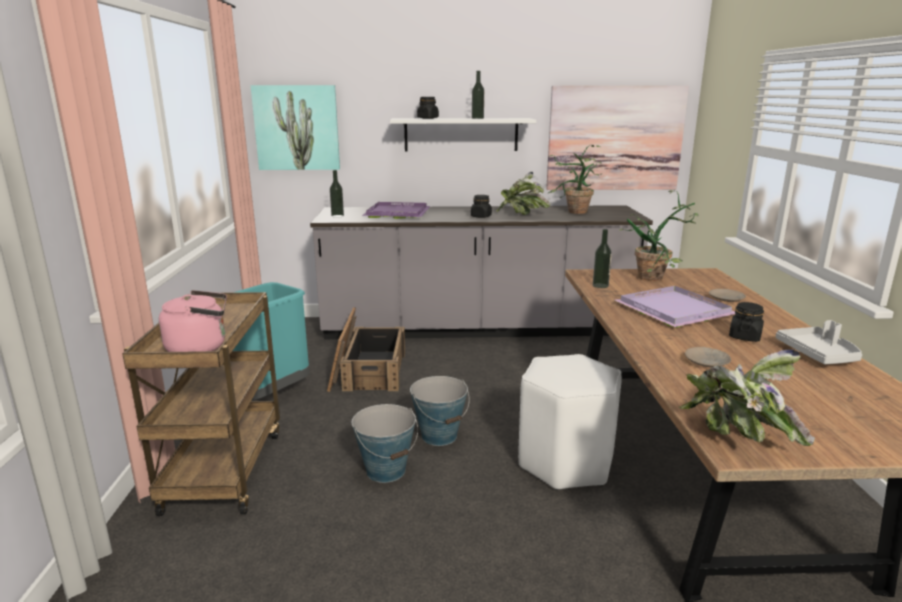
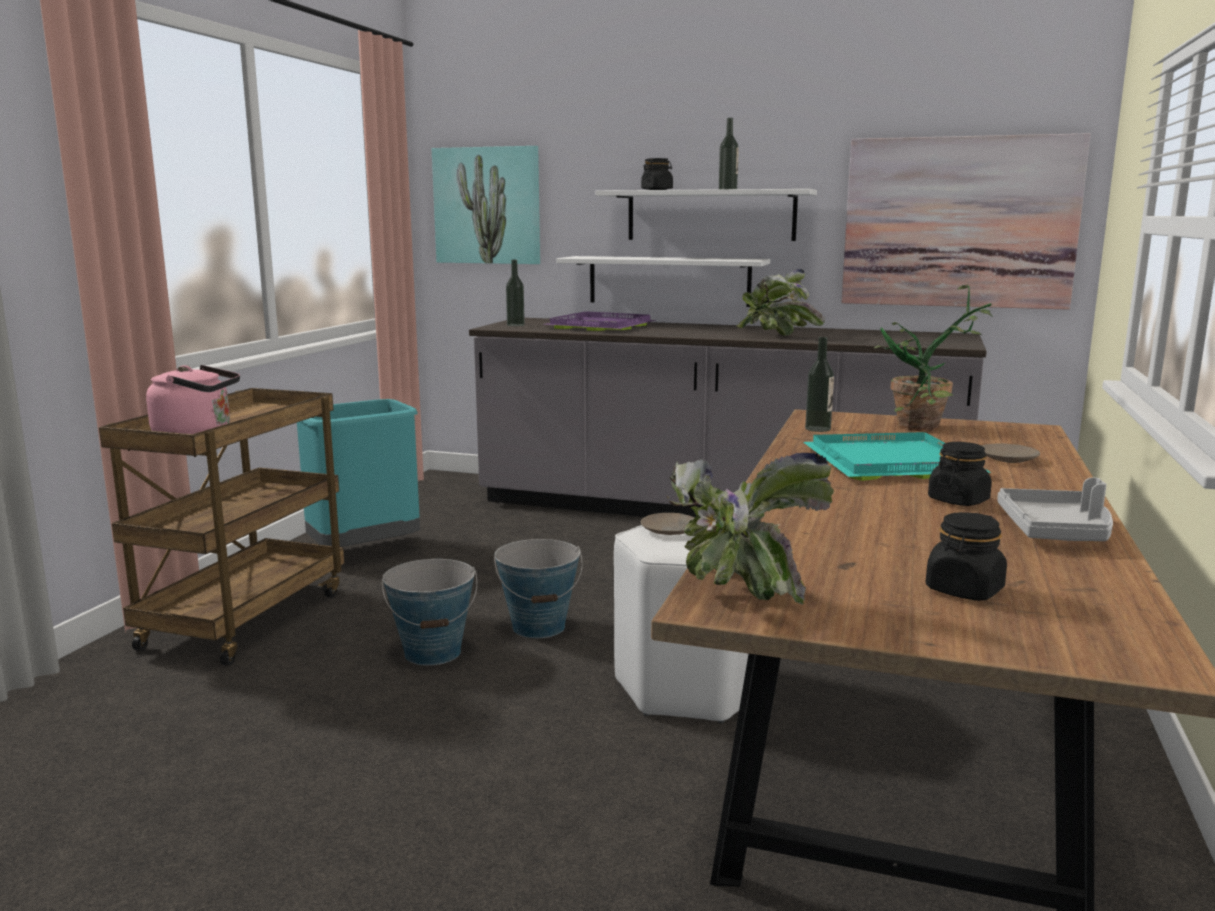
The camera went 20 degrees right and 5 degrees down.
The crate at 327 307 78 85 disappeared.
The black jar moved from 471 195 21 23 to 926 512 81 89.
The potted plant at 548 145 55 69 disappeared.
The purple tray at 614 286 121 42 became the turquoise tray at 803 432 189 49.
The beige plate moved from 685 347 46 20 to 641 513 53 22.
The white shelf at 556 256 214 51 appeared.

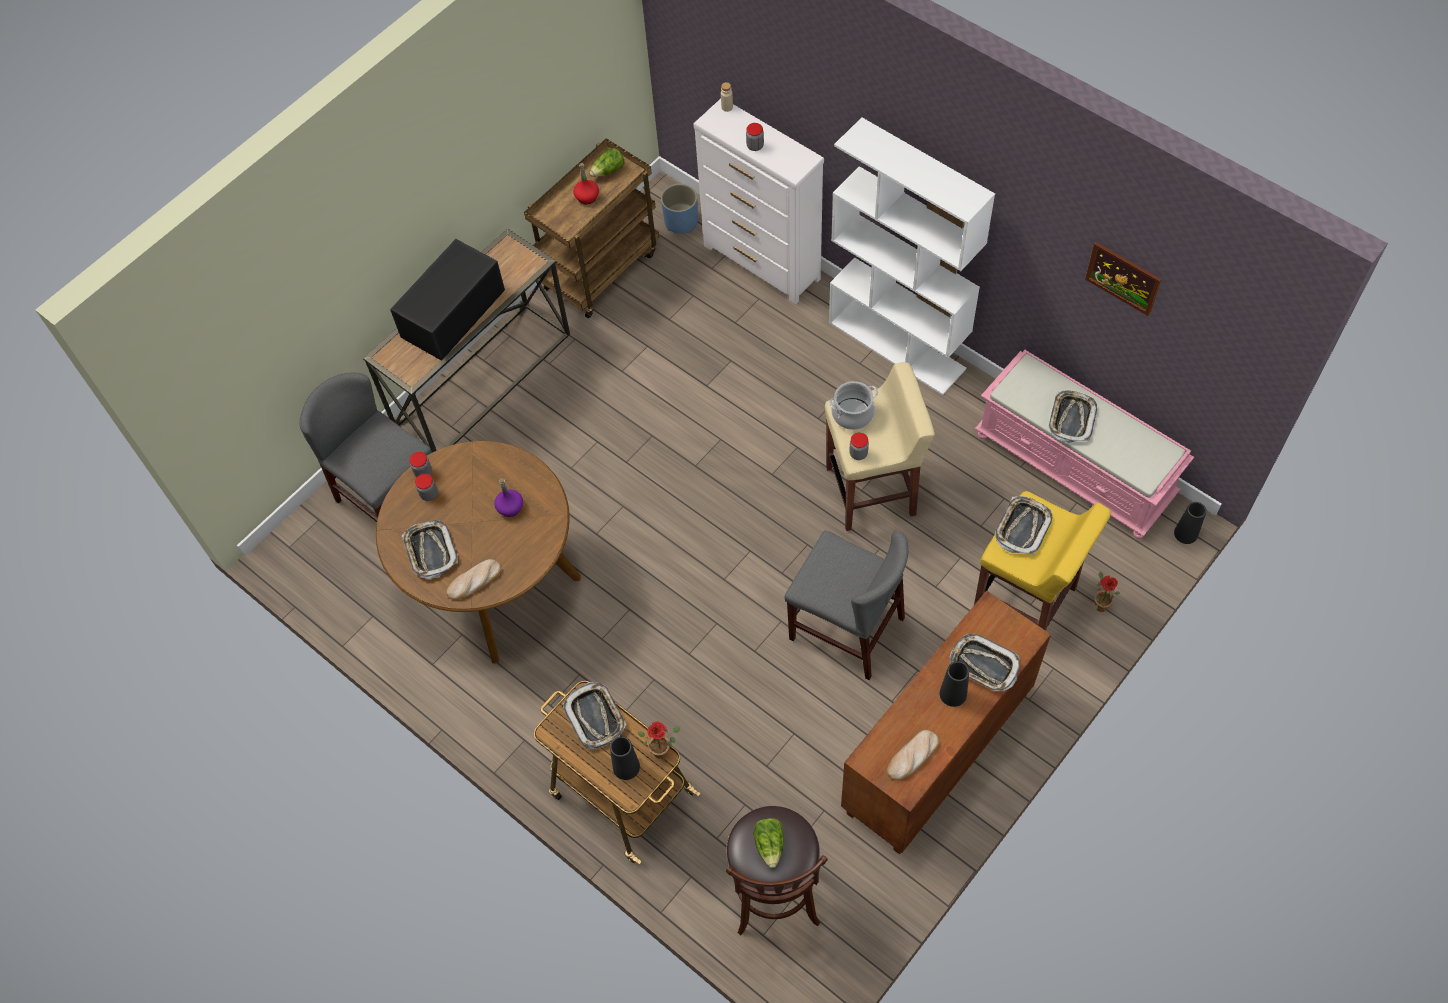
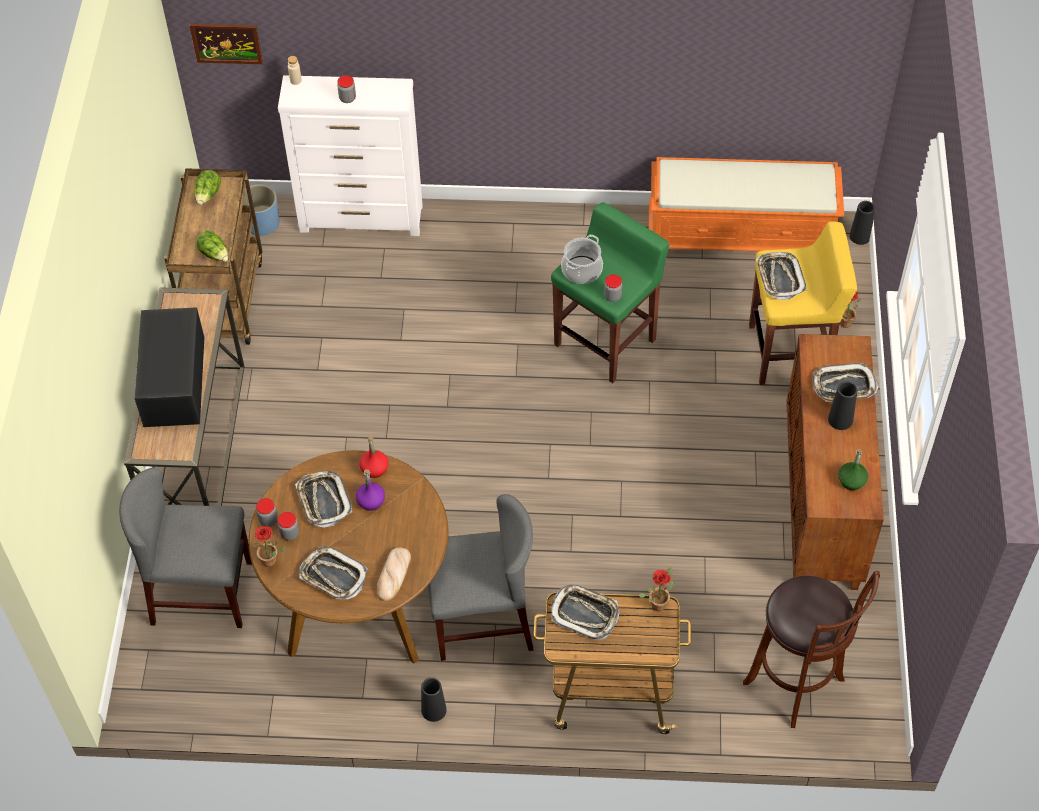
The camera went 40 degrees left and 5 degrees down.
The red bottle moved from 573 163 26 41 to 359 436 29 42.
The black vase moved from 610 736 30 44 to 421 678 26 44.
The lettuce moved from 754 818 30 50 to 196 230 33 32.
The grey chair moved from 785 530 123 150 to 428 494 106 167.
The beige stool at 825 362 110 169 became the green stool at 551 202 118 181.
The white bookcase at 829 117 166 278 disappeared.
The bread at 887 730 52 50 was replaced by the green bottle at 838 449 30 41.
The pink bench at 975 350 219 189 became the orange bench at 649 157 195 94.
The tray moved from 1049 390 48 53 to 295 471 57 57.
The picture moved from 1085 242 76 74 to 189 24 74 40.
The potted plant at 252 526 34 41 appeared.

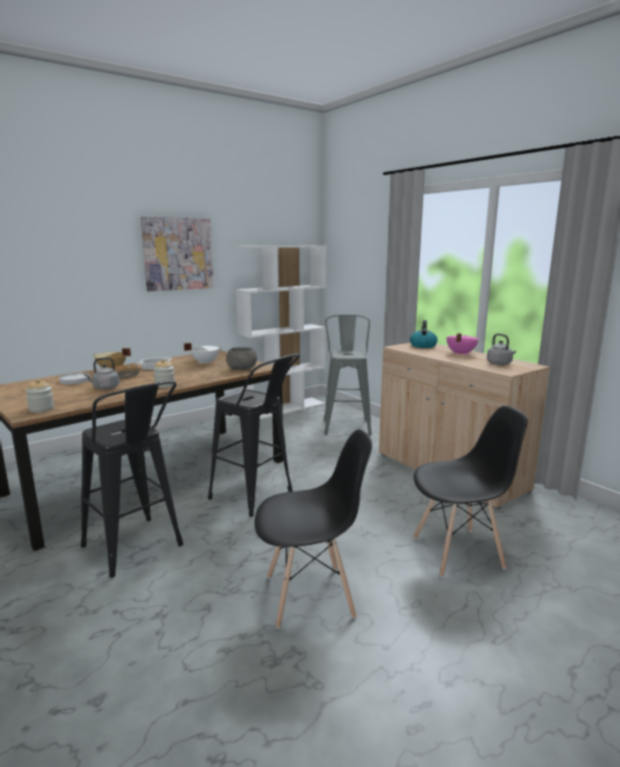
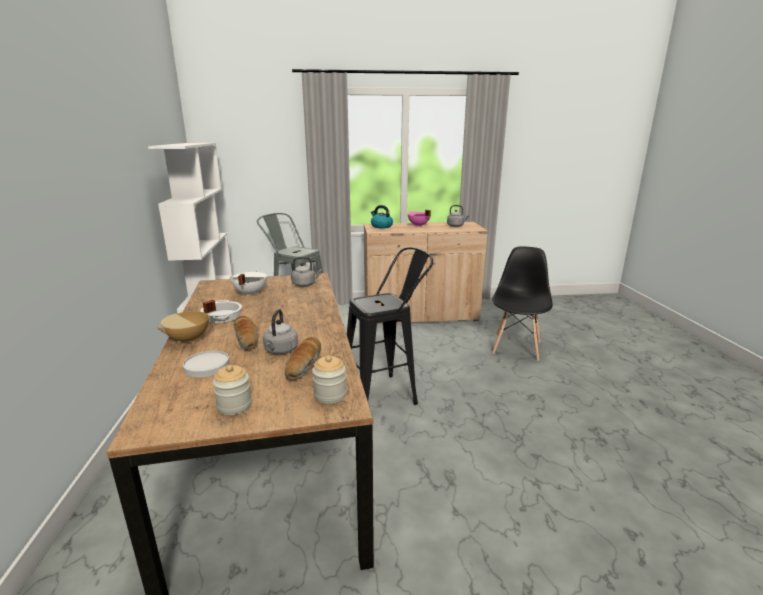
The camera went 60 degrees left and 5 degrees up.
The black stool at 81 381 102 197 disappeared.
The picture at 141 216 73 75 disappeared.
The jar moved from 153 359 22 29 to 213 365 39 50.
The grey bowl at 226 347 31 23 was replaced by the grey kettle at 291 257 31 30.
The black chair at 254 429 118 200 disappeared.
The bread at 285 337 36 43 appeared.

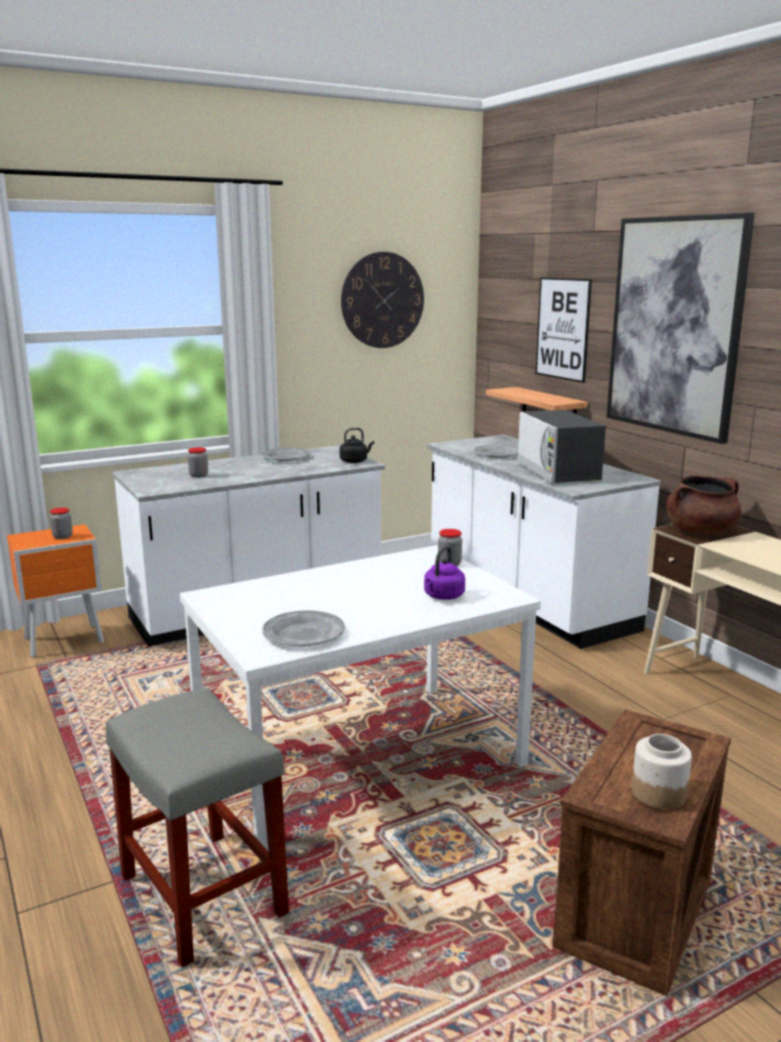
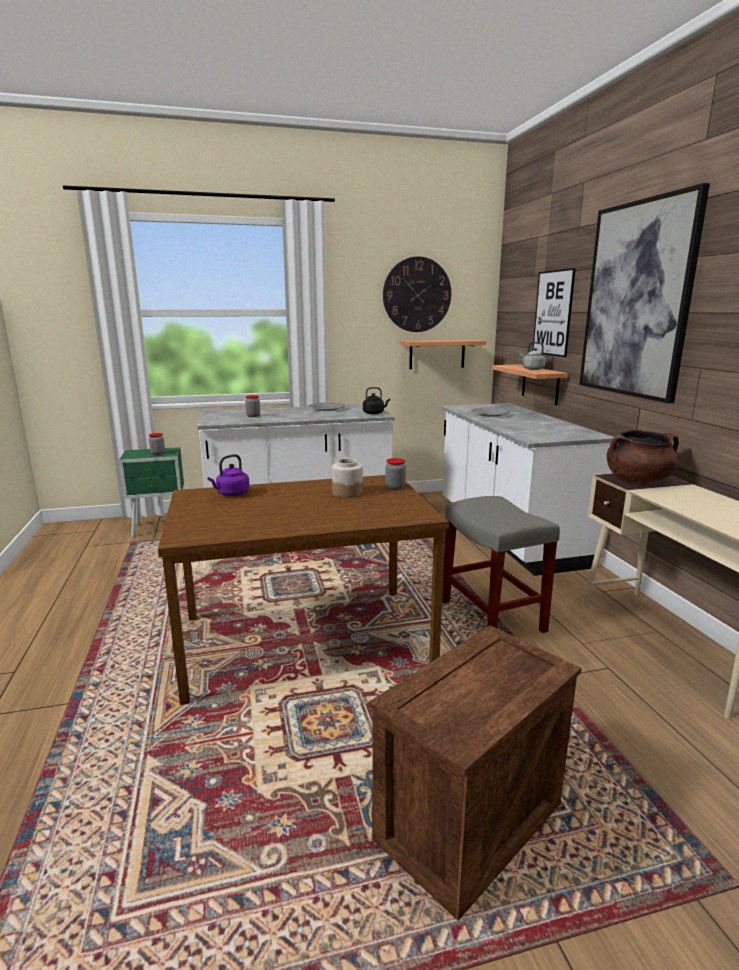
The camera went 15 degrees right and 0 degrees up.
The orange nightstand at 7 524 97 134 became the green nightstand at 119 447 65 90.
The grey stool moved from 106 688 183 280 to 442 496 118 137.
The white dining table at 180 545 361 306 became the brown dining table at 158 475 291 230.
The grey plate at 262 610 83 36 disappeared.
The purple kettle moved from 424 546 41 54 to 207 454 43 42.
The microwave at 517 410 89 73 disappeared.
The jar moved from 632 734 60 75 to 332 459 31 39.
The shelf at 400 340 86 29 appeared.
The grey kettle at 520 342 26 28 appeared.

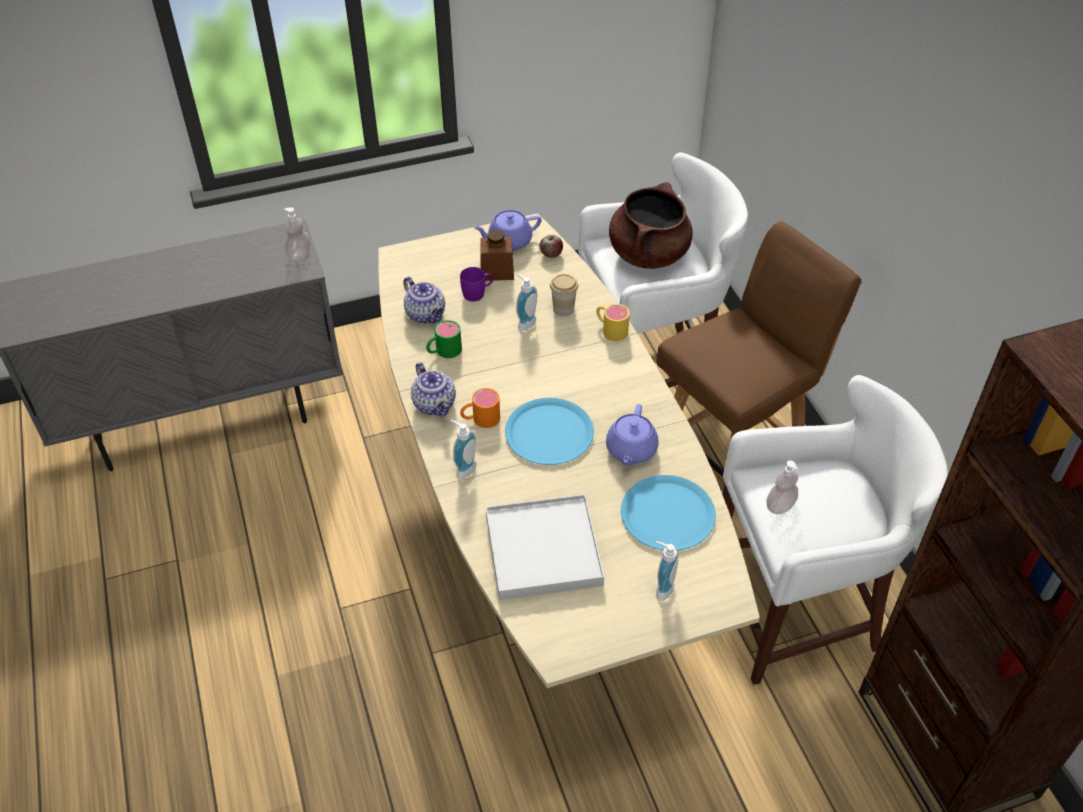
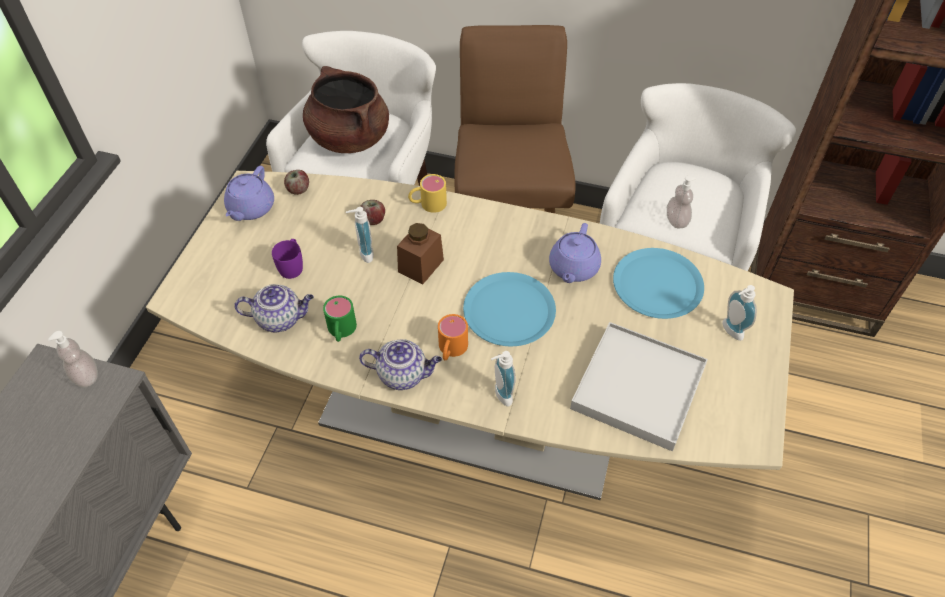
The camera went 55 degrees left and 5 degrees up.
The brown jar moved from 480 230 34 51 to 397 223 47 62.
The cup at 550 274 28 43 was replaced by the apple at 360 200 25 25.
The purple teapot at 606 404 53 62 turned 60 degrees clockwise.

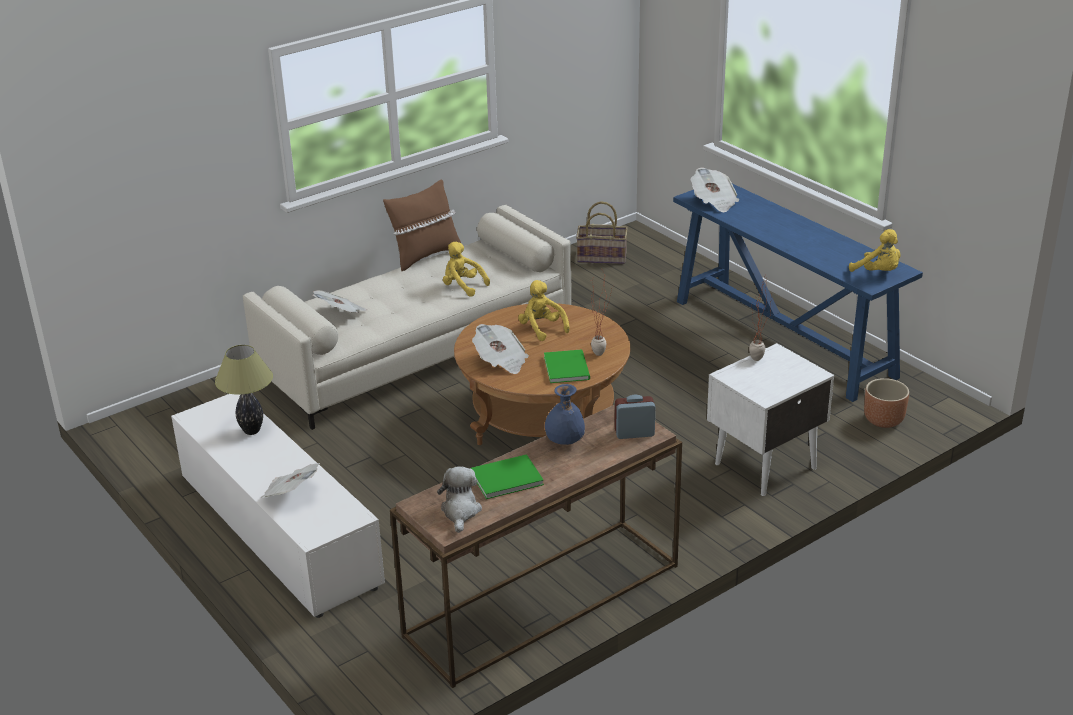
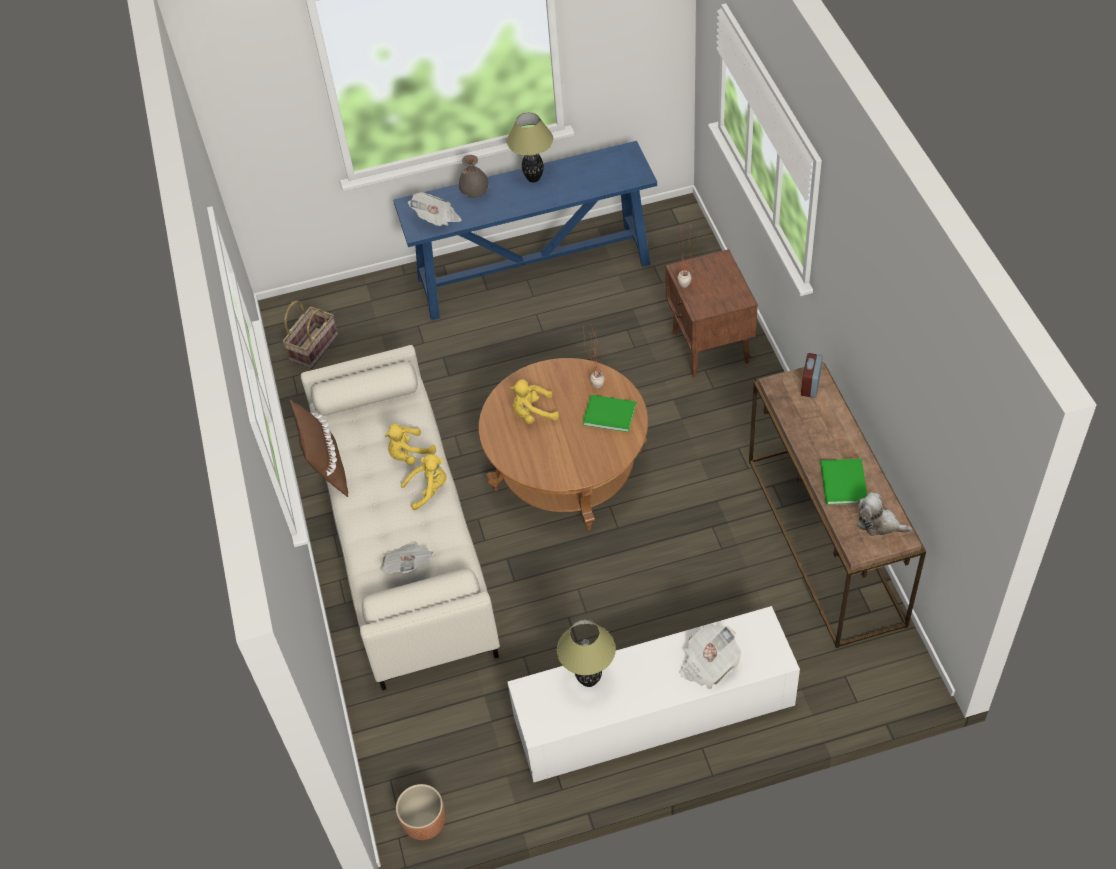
The camera went 65 degrees left and 20 degrees up.
The newspaper at 472 324 57 50 disappeared.
The blue vase at 545 384 40 61 disappeared.
The white nightstand at 707 343 127 153 became the brown nightstand at 665 249 93 129.
The yellow plush toy moved from 849 229 51 43 to 401 454 46 56.
The brown planter moved from 864 378 45 50 to 396 784 49 56.
The grey vase at 459 155 30 43 appeared.
The table lamp at 507 112 46 70 appeared.

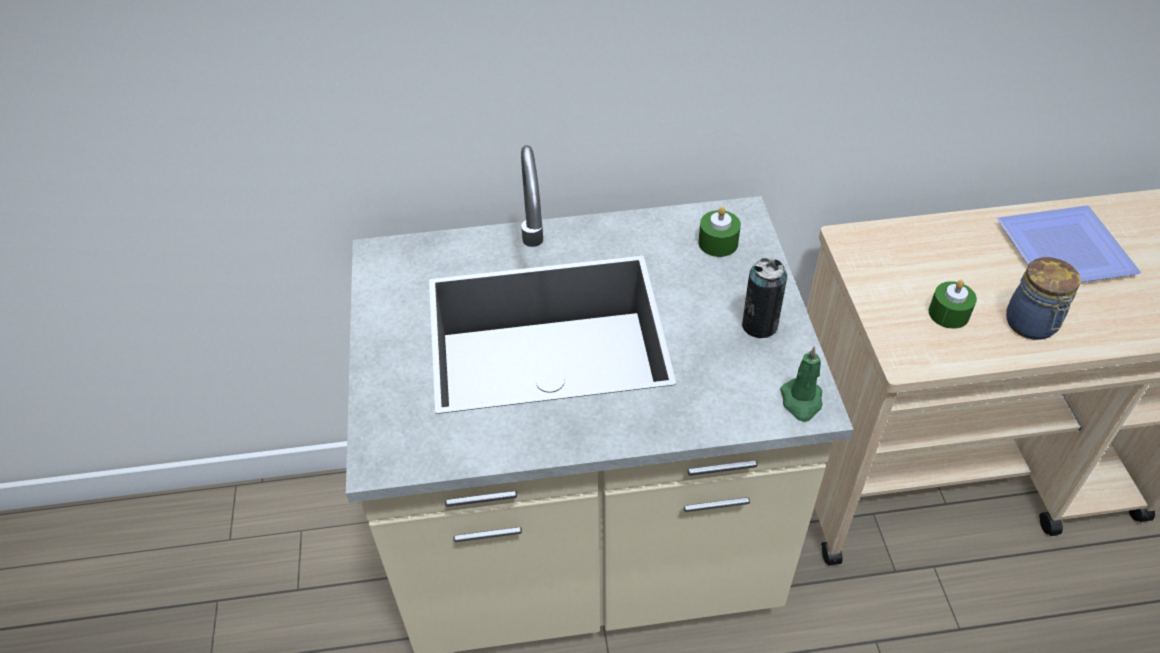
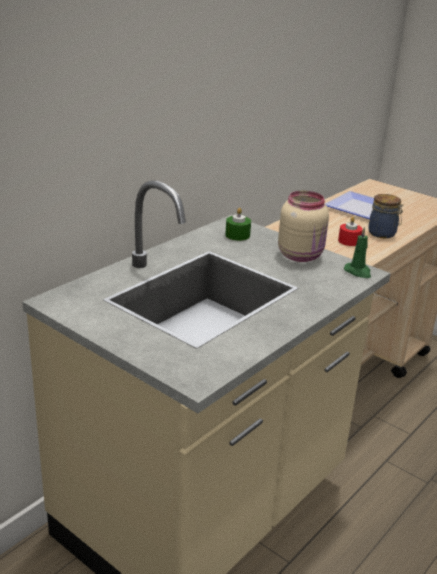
The camera went 45 degrees left and 20 degrees down.
The can at 742 258 46 80 was replaced by the beige jar at 278 191 51 71.
The green candle at 929 280 48 49 became the red candle at 338 217 25 29.

